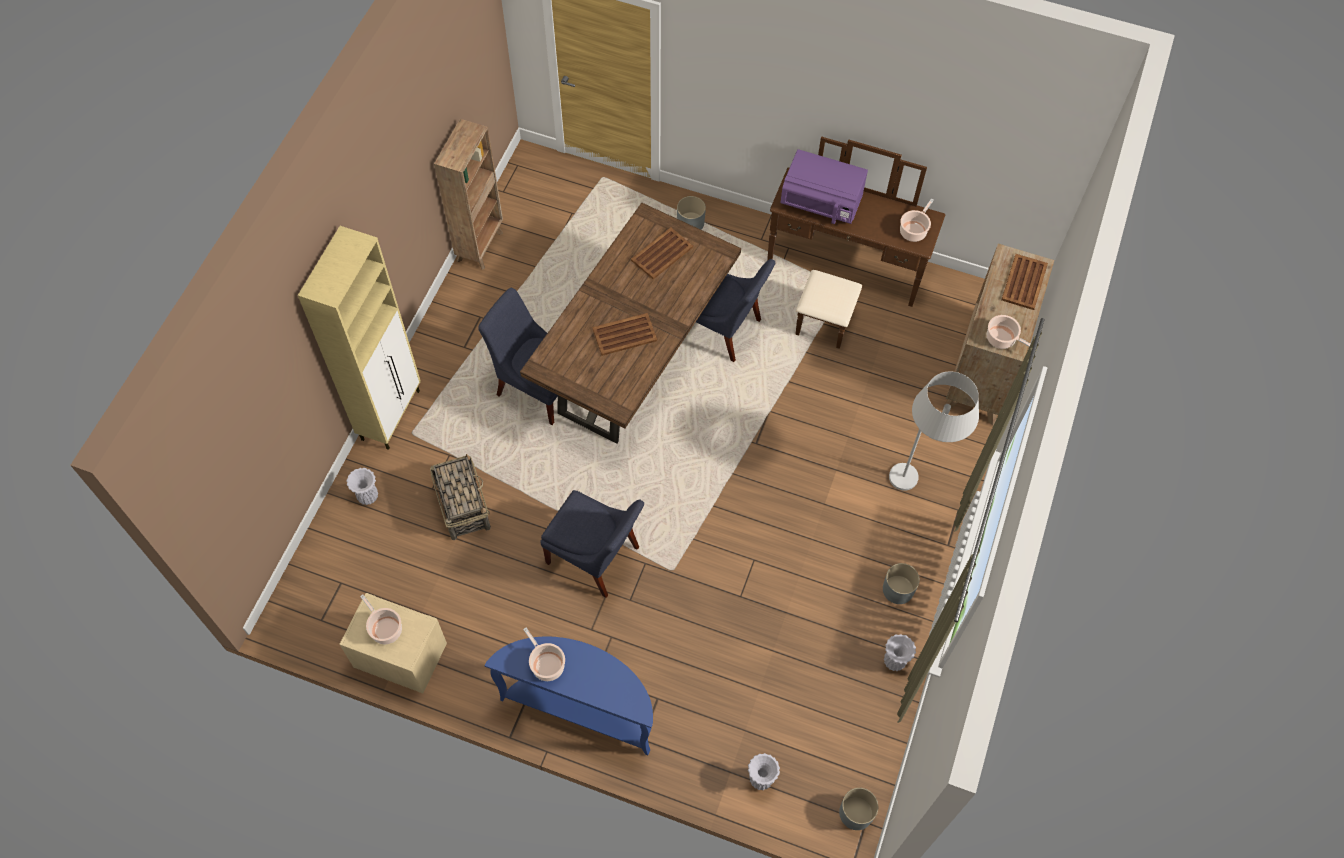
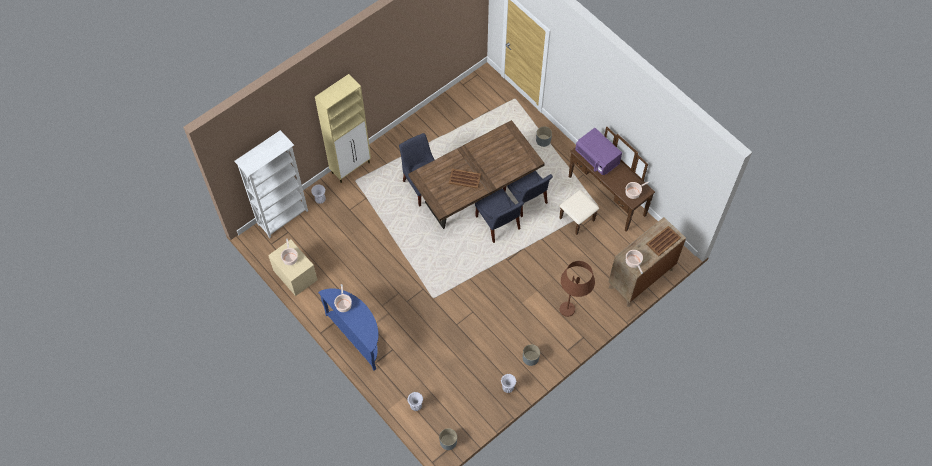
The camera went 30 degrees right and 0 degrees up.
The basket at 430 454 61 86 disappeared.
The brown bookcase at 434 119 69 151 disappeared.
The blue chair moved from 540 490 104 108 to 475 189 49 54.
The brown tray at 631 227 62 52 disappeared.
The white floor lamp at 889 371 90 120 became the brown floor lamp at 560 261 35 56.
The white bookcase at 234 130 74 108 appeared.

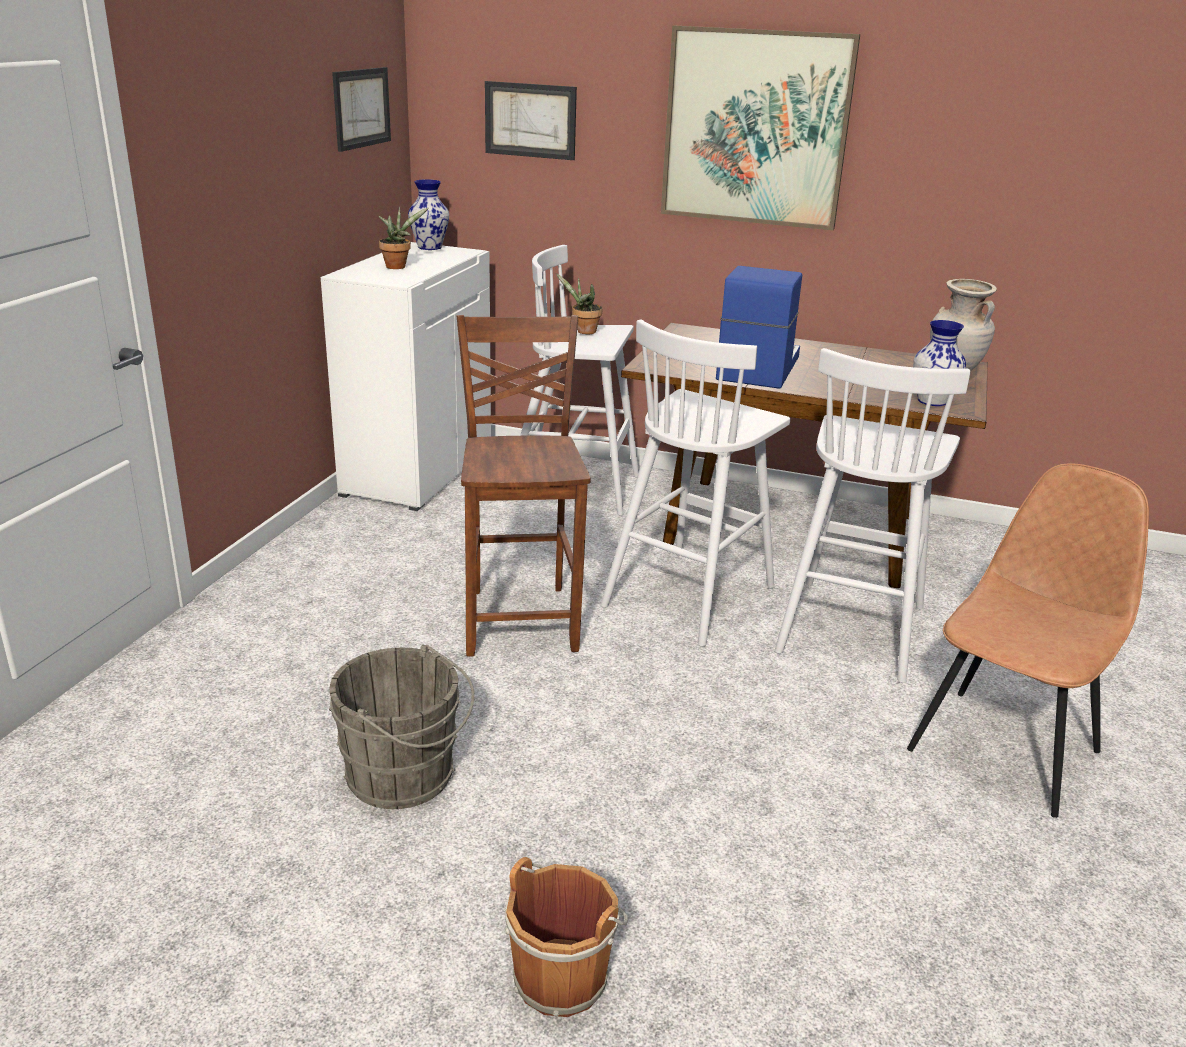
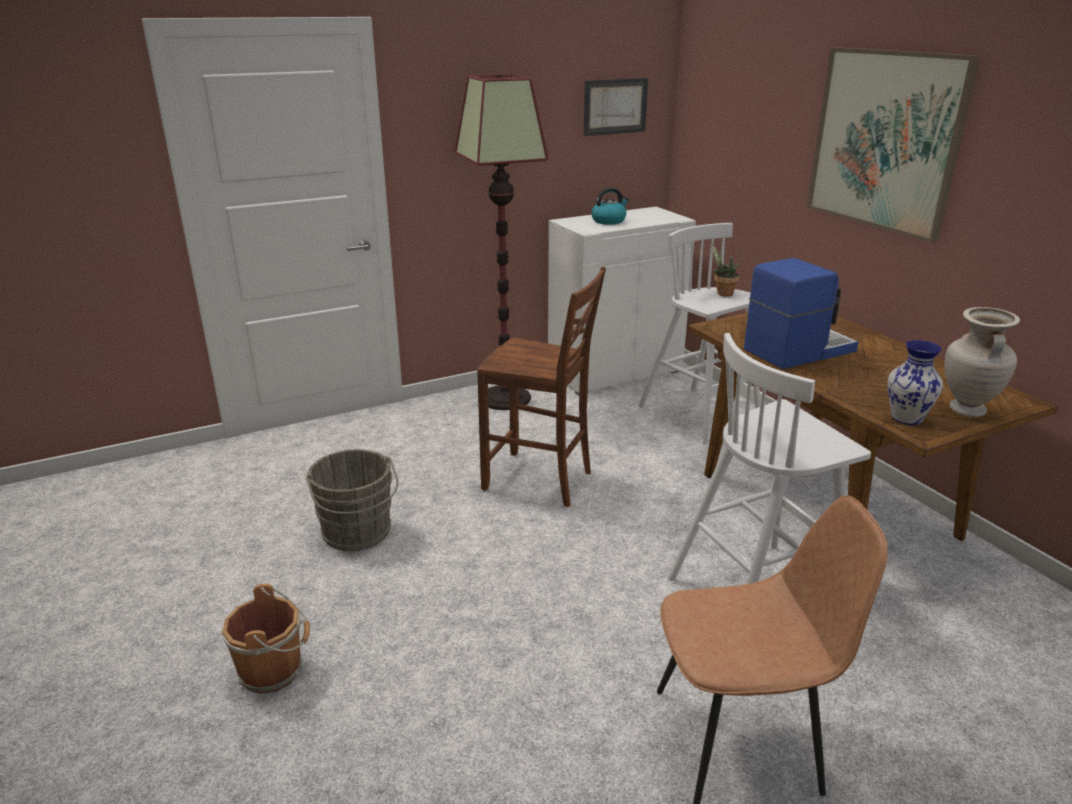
The camera went 45 degrees right and 0 degrees up.
The potted plant at 378 207 51 62 was replaced by the kettle at 591 187 38 38.
The vase at 408 179 41 71 disappeared.
The brown chair at 456 315 135 342 turned 75 degrees clockwise.
The picture at 485 81 92 79 disappeared.
The white stool at 601 320 189 327 disappeared.
The floor lamp at 455 74 94 336 appeared.

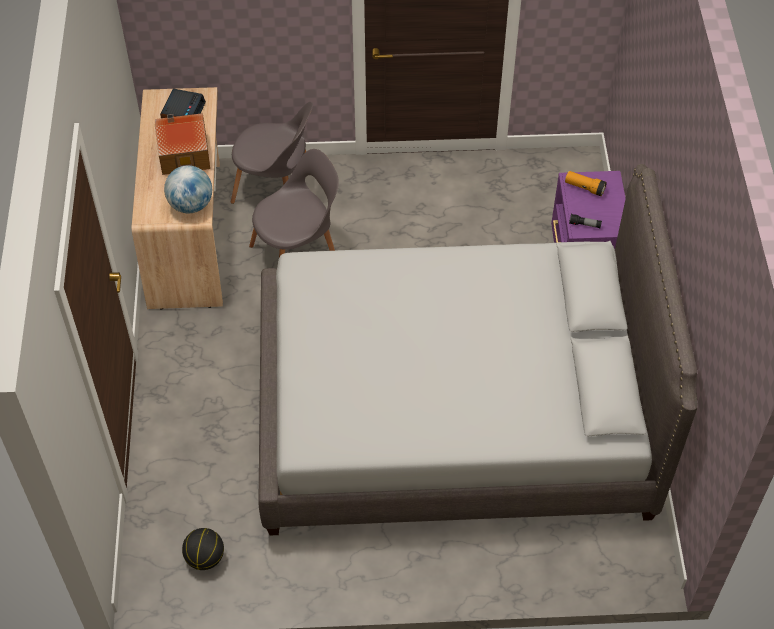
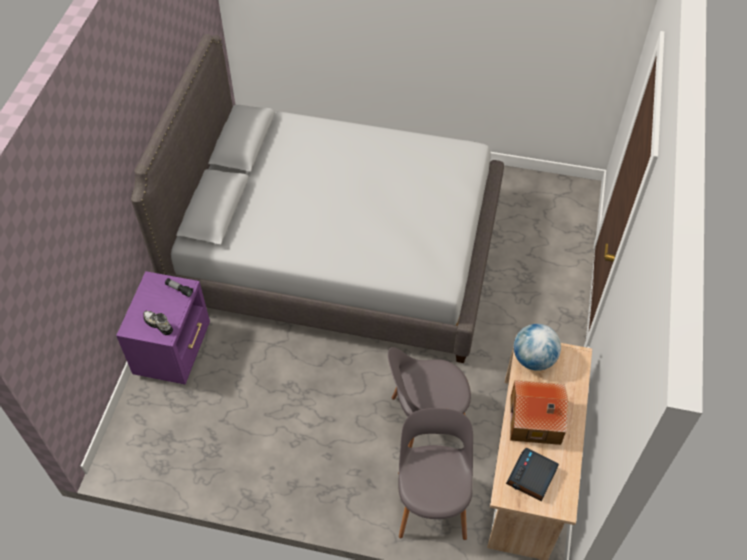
The camera went 165 degrees left and 0 degrees up.
The basketball at 182 528 42 42 disappeared.
The grey chair at 231 102 82 102 turned 60 degrees clockwise.
The flashlight at 565 171 42 25 was replaced by the shoe at 143 311 30 24.

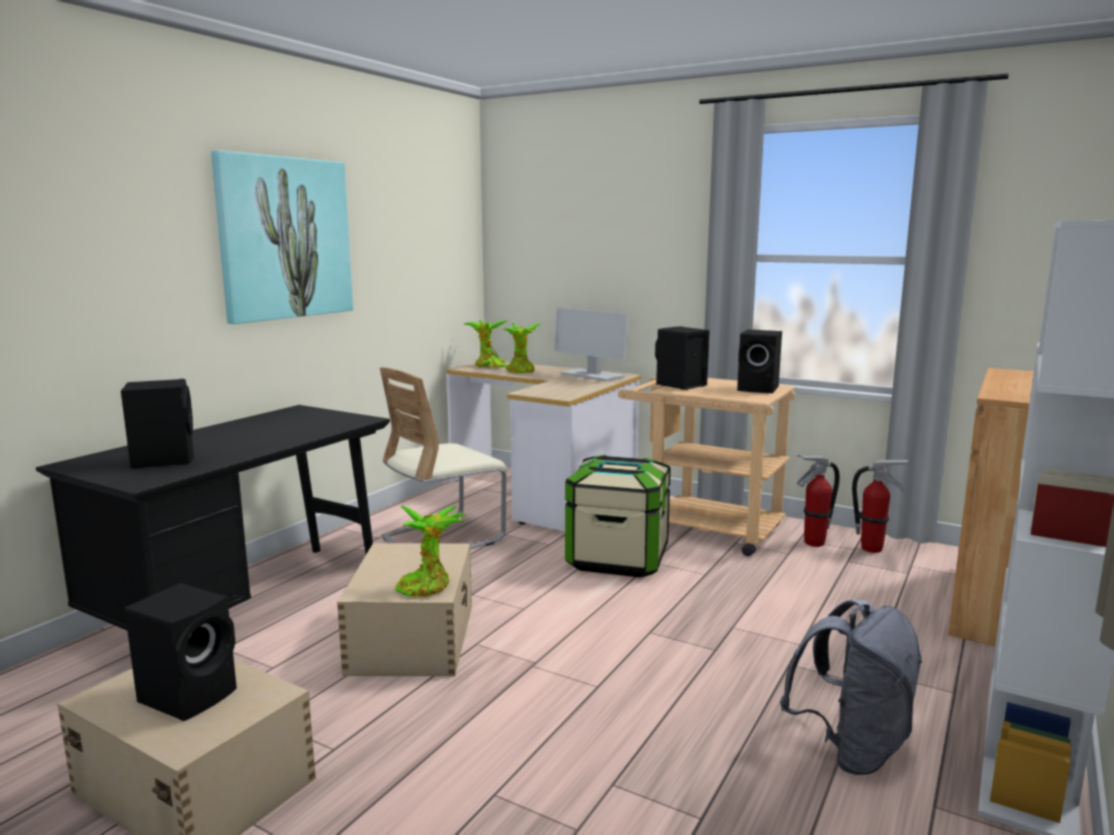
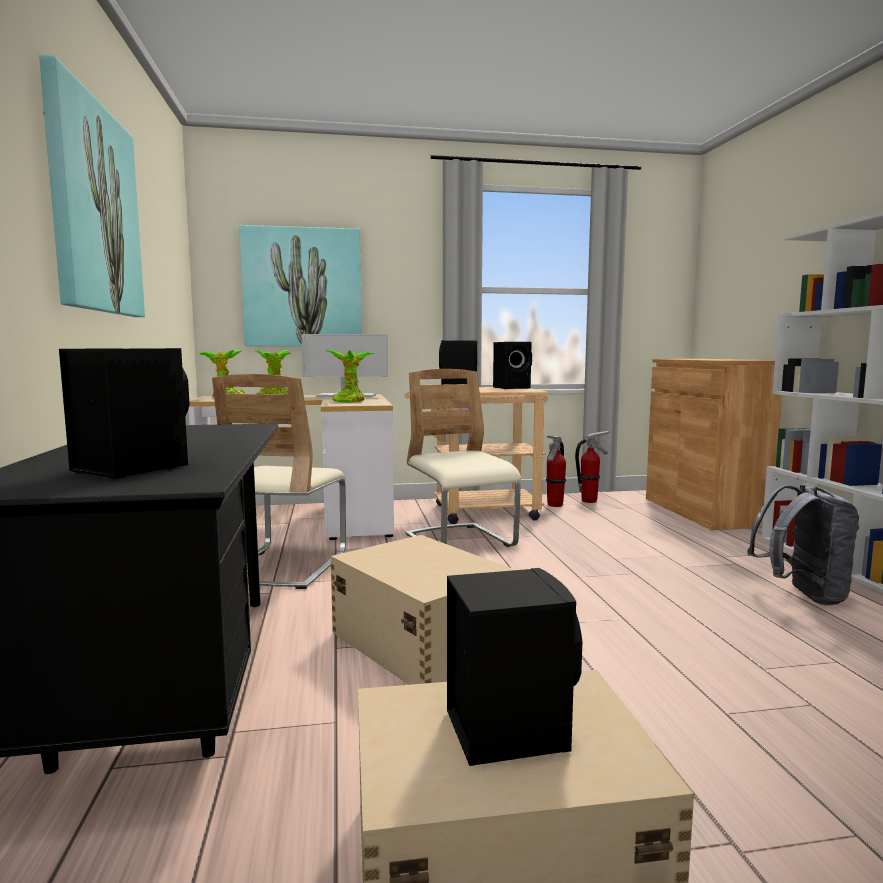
The camera went 40 degrees left and 5 degrees down.
The potted plant moved from 395 506 72 91 to 325 350 49 52.
The storage box at 565 455 106 122 was replaced by the beige chair at 405 369 116 178.
The picture at 239 225 123 121 appeared.

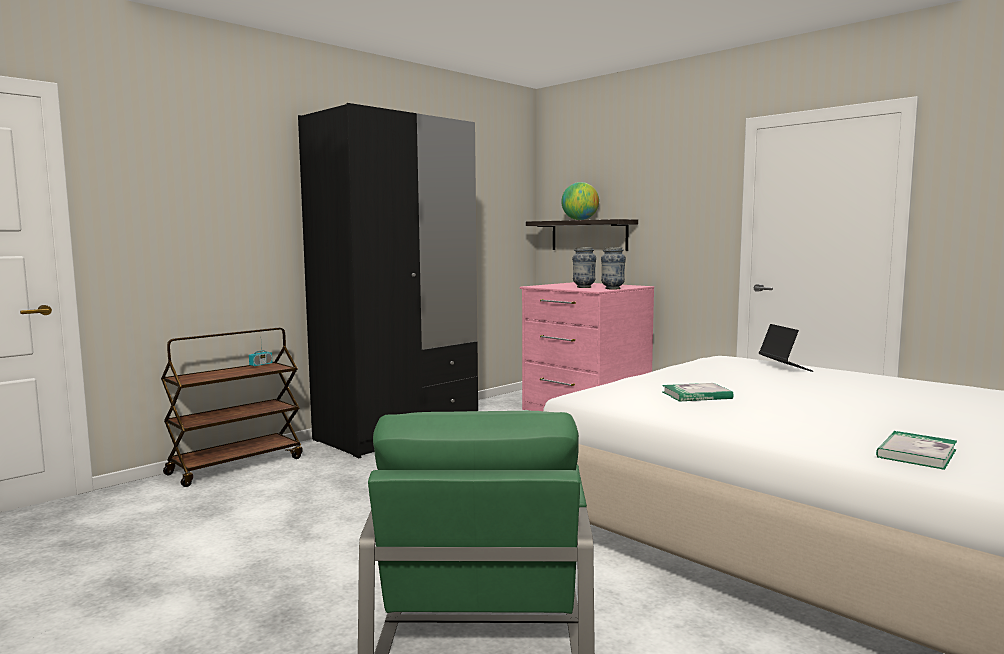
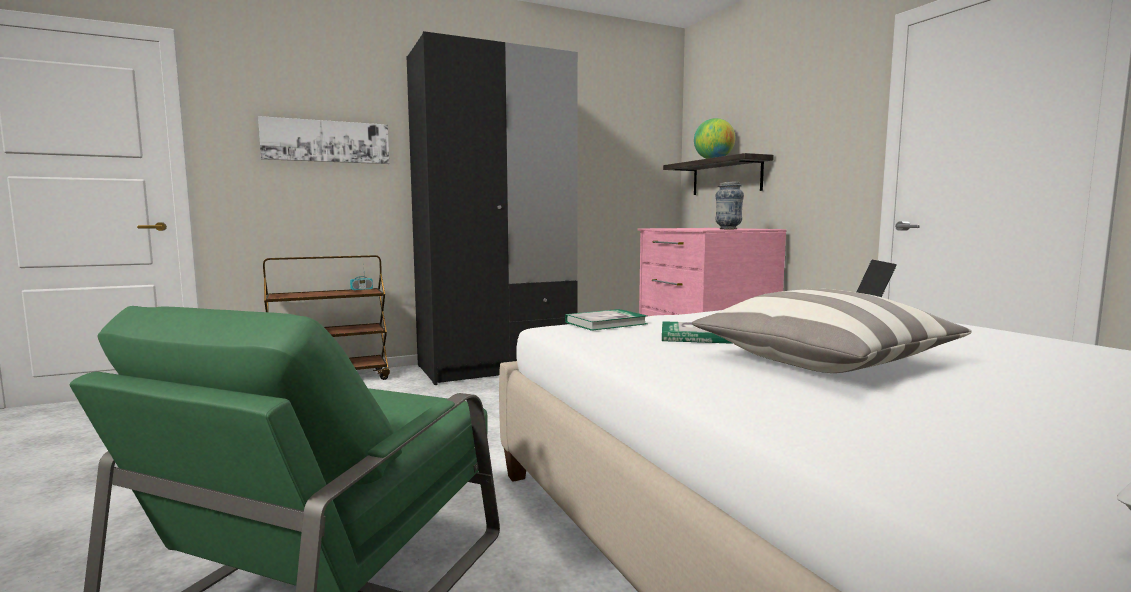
The camera went 20 degrees right and 0 degrees up.
The vase at 572 247 24 41 disappeared.
The book moved from 876 431 81 39 to 565 309 83 22.
The picture at 258 116 131 48 appeared.
The pillow at 692 288 280 85 appeared.

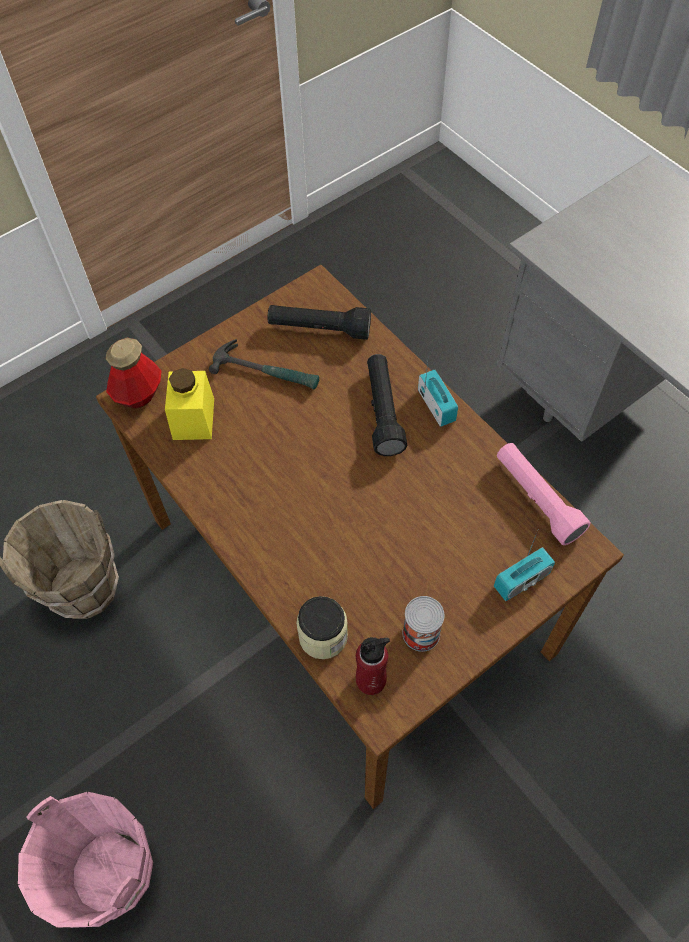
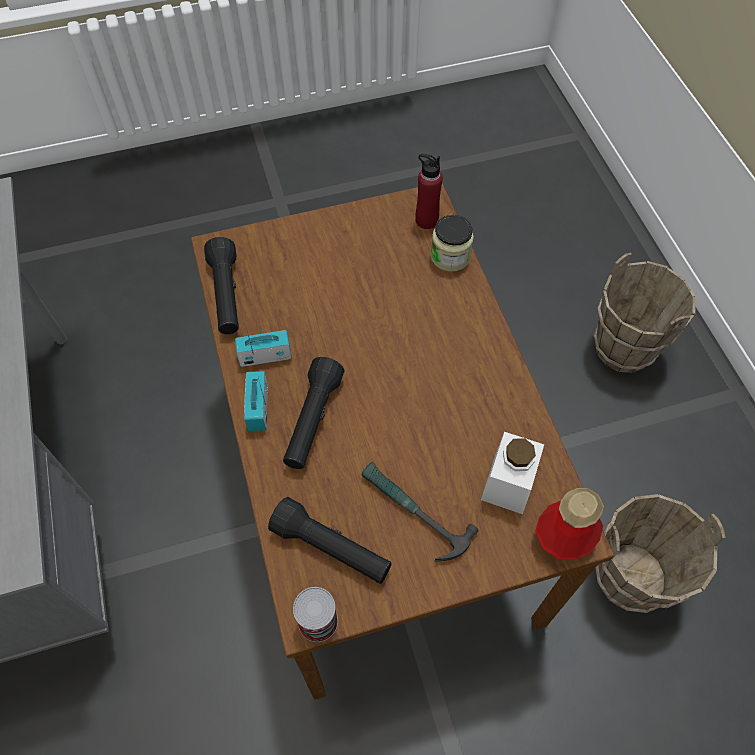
The camera went 160 degrees left and 0 degrees up.
The pink bucket at 18 792 135 136 became the brown bucket at 594 253 102 120.
The yellow jar at 165 368 49 72 became the white jar at 481 432 63 82.
The can moved from 402 596 42 56 to 293 587 45 55.
The radio moved from 494 531 61 70 to 235 324 57 43.
The pink flashlight at 497 443 94 102 became the black flashlight at 204 237 35 97.

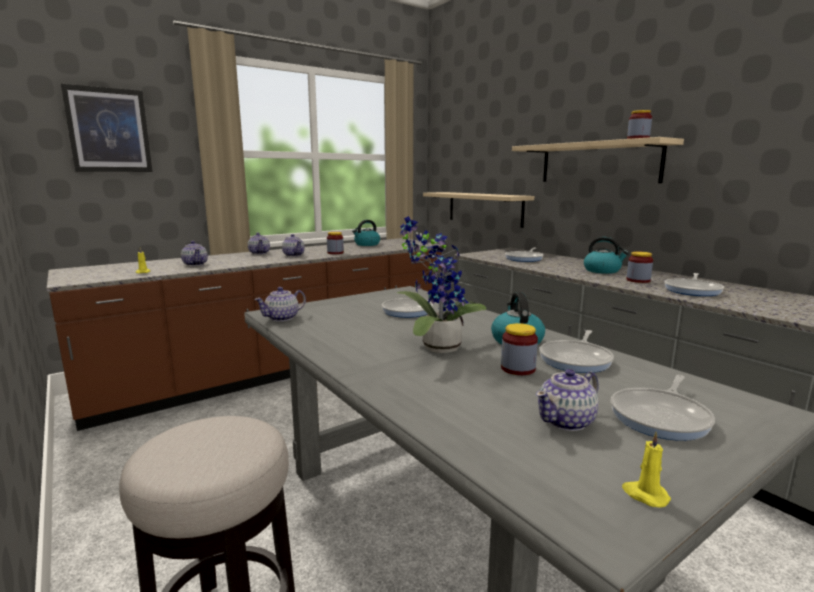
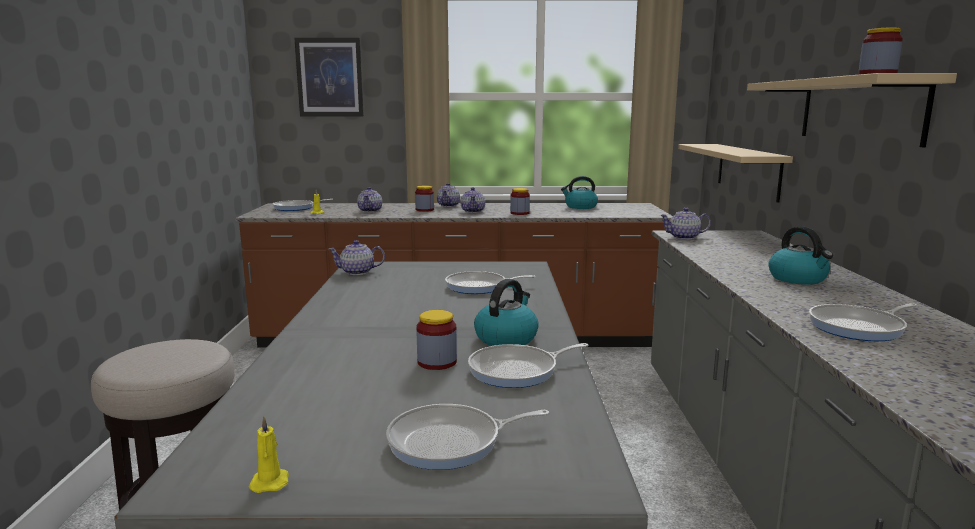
The camera went 35 degrees right and 0 degrees up.
The potted plant at 397 216 90 137 disappeared.
The frying pan moved from 505 248 38 14 to 273 199 60 12.
The teapot moved from 536 369 63 62 to 660 208 51 32.
The jar moved from 626 252 27 31 to 415 186 19 26.

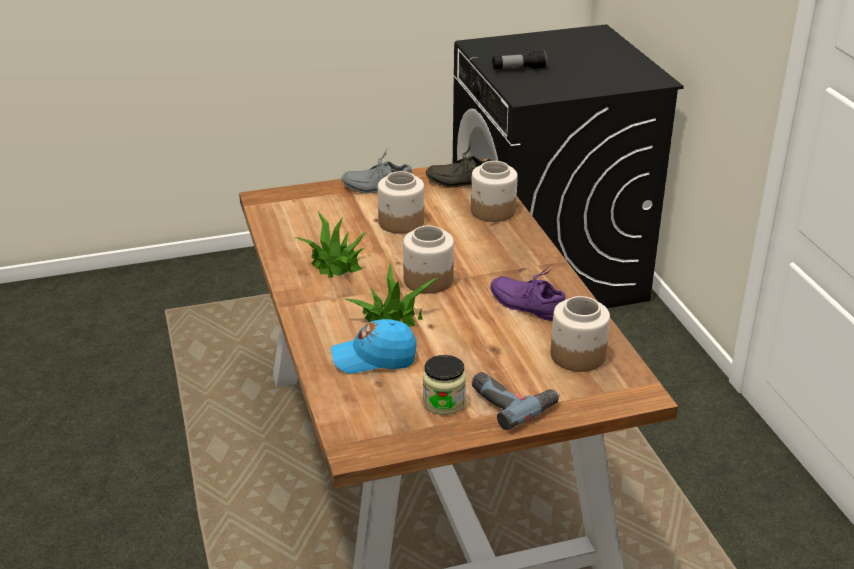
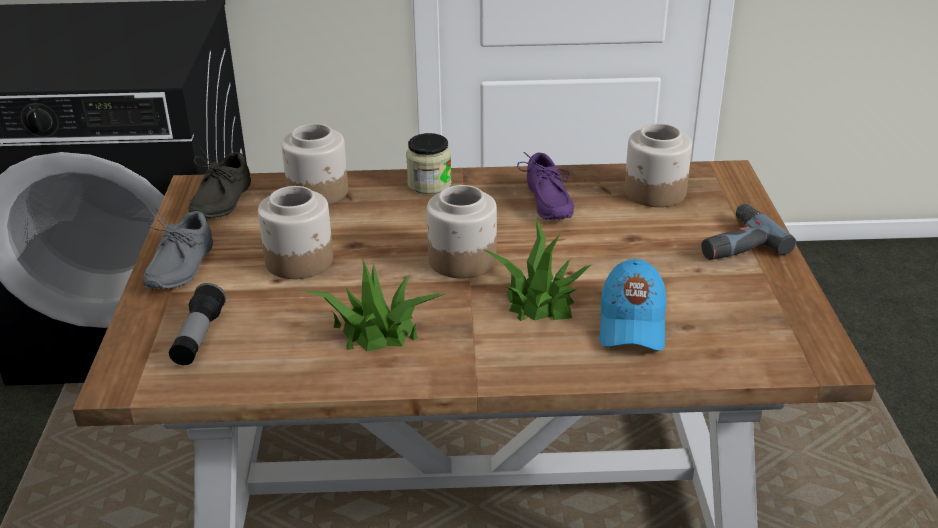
The camera went 75 degrees left and 0 degrees up.
The jar moved from 423 355 43 60 to 406 133 46 61.
The purple shoe at 490 265 76 56 turned 60 degrees counterclockwise.
The flashlight moved from 492 51 55 19 to 169 283 57 82.

